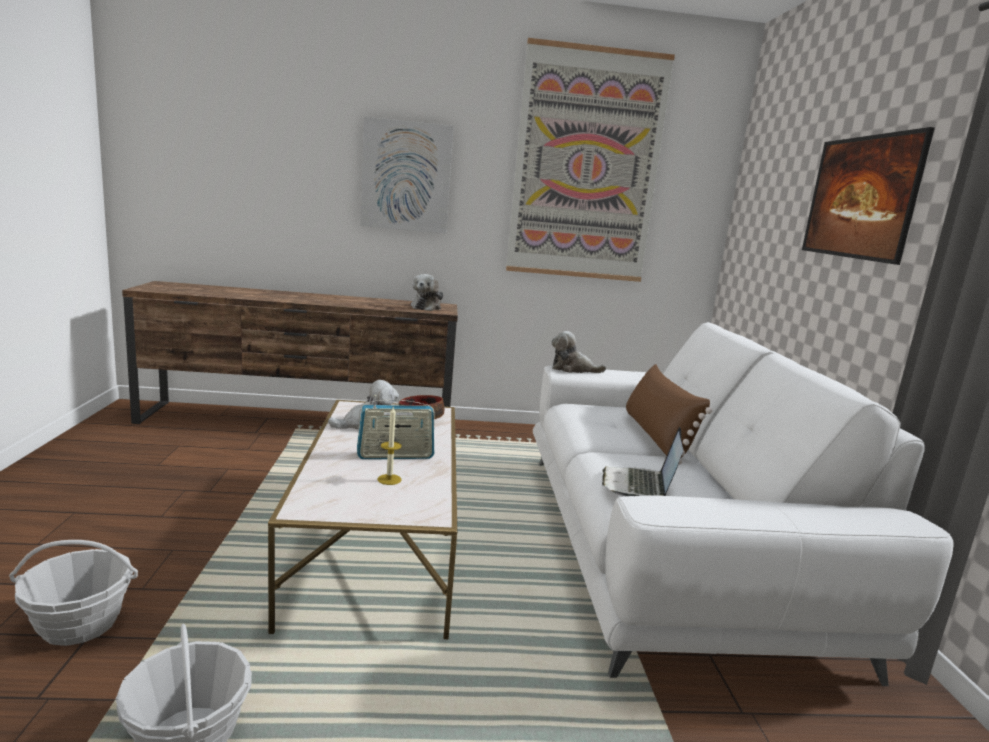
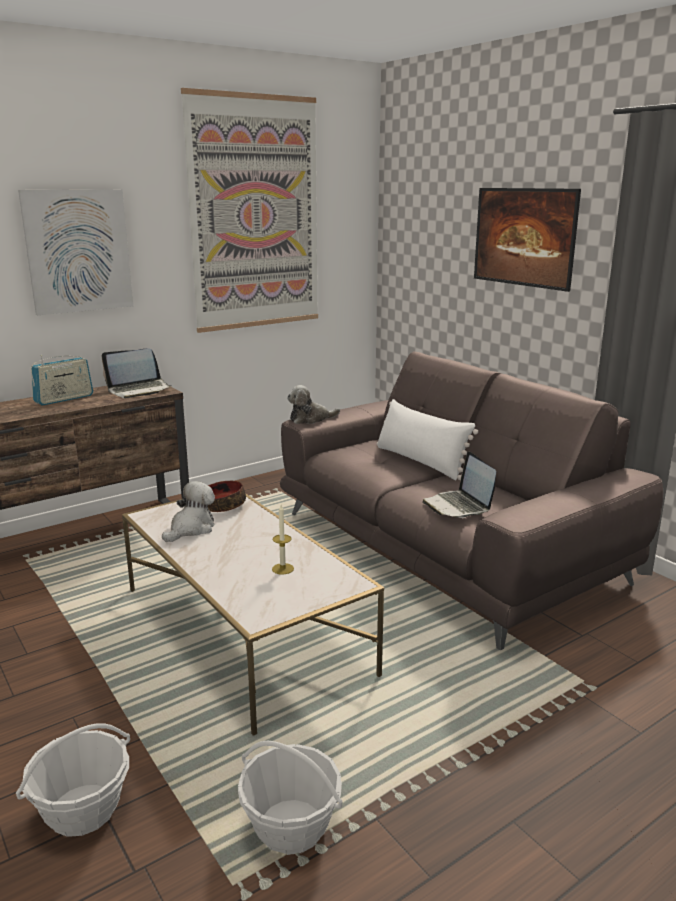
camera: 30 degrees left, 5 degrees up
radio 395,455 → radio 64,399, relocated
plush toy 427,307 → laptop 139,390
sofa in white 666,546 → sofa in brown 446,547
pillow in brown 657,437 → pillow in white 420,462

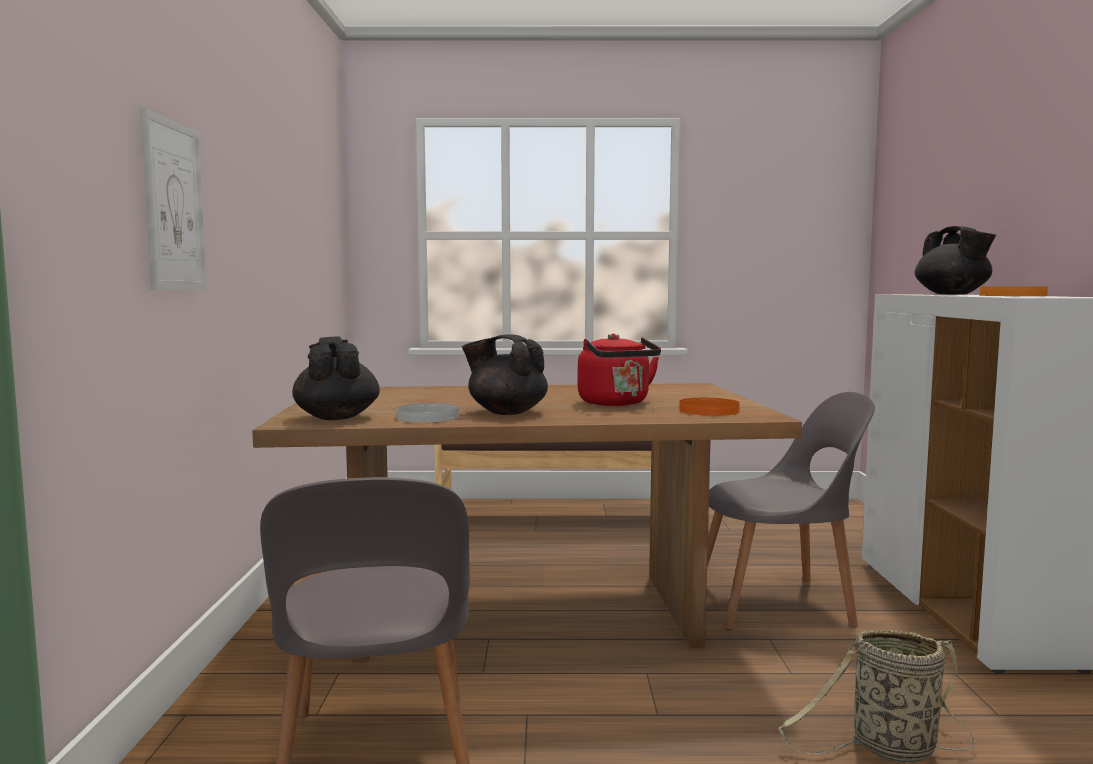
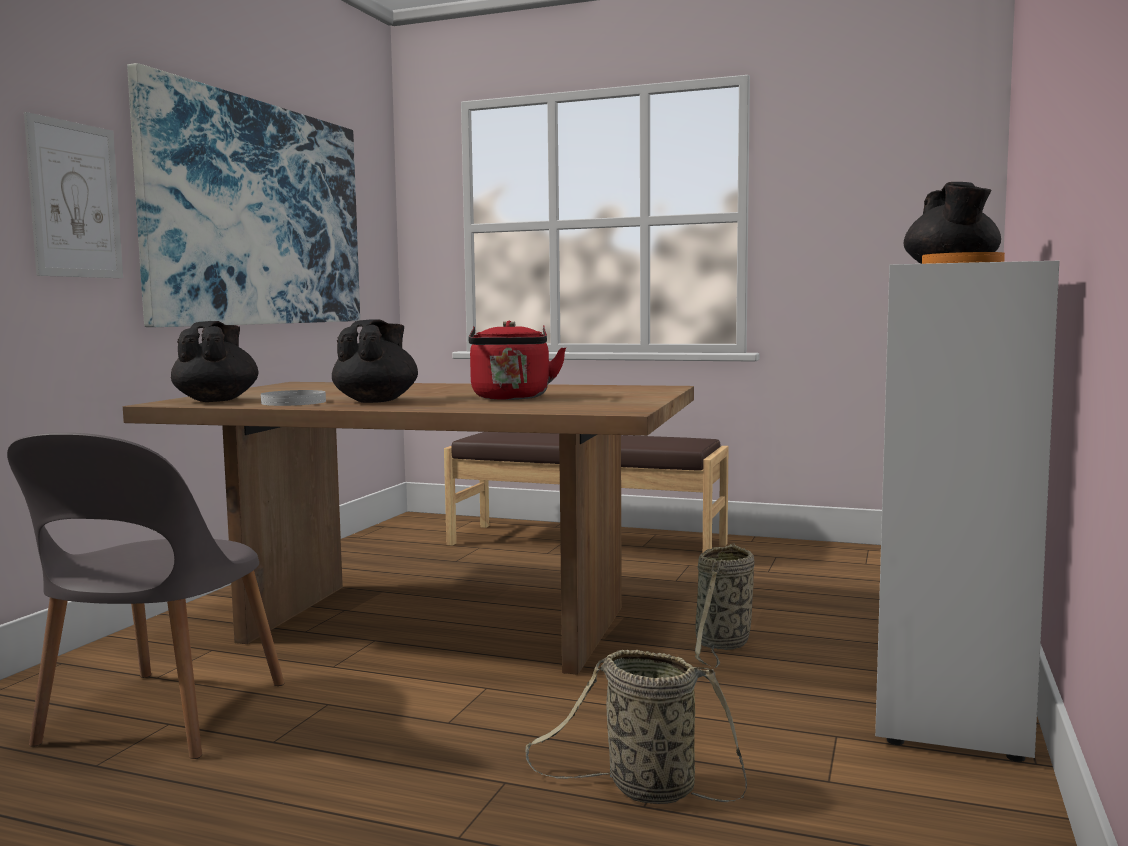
camera: 20 degrees right, 0 degrees up
plate in orange 709,410 → -
- → picture 258,214
chair in grey 779,603 → basket 721,645
teapot in black 506,412 → teapot in black 377,401, 60 degrees clockwise

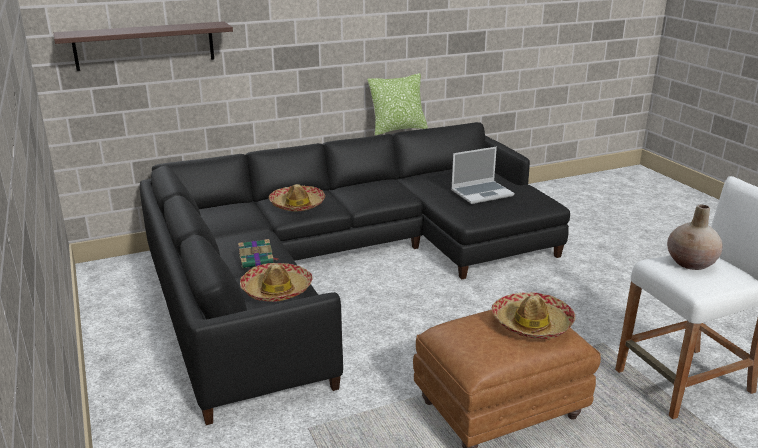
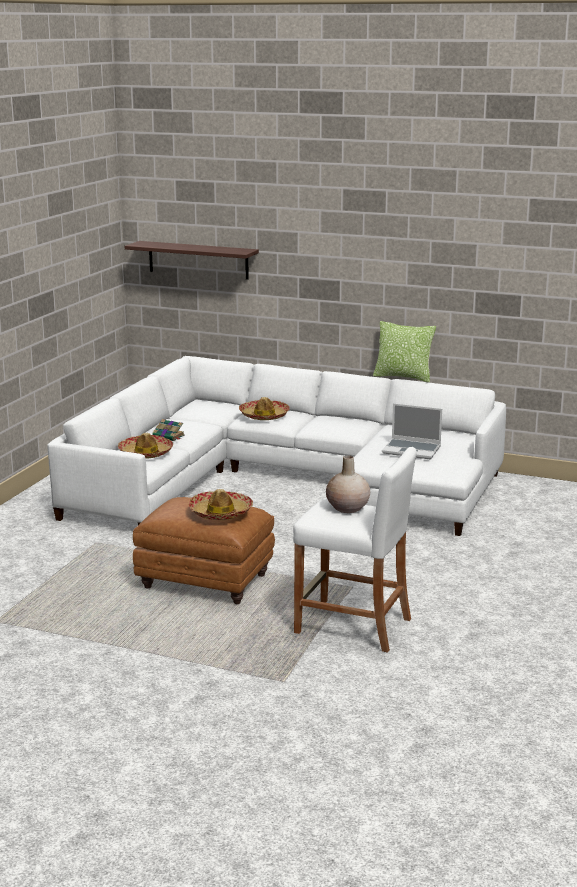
camera: 45 degrees right, 5 degrees down
sofa in black 342,266 → sofa in white 282,481

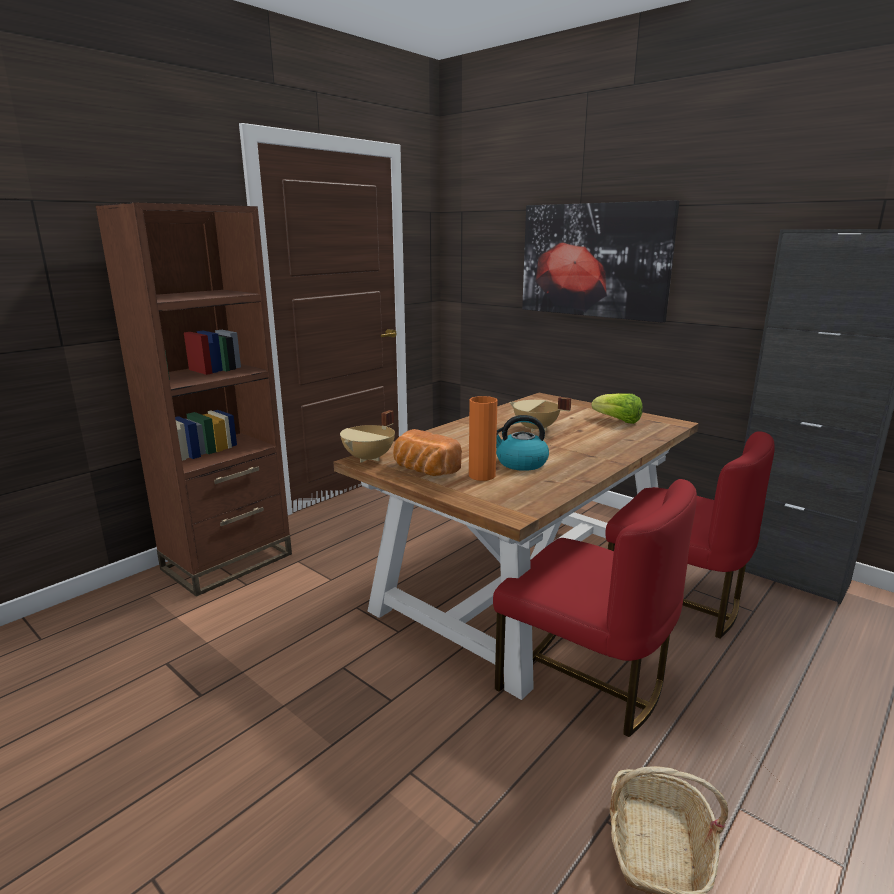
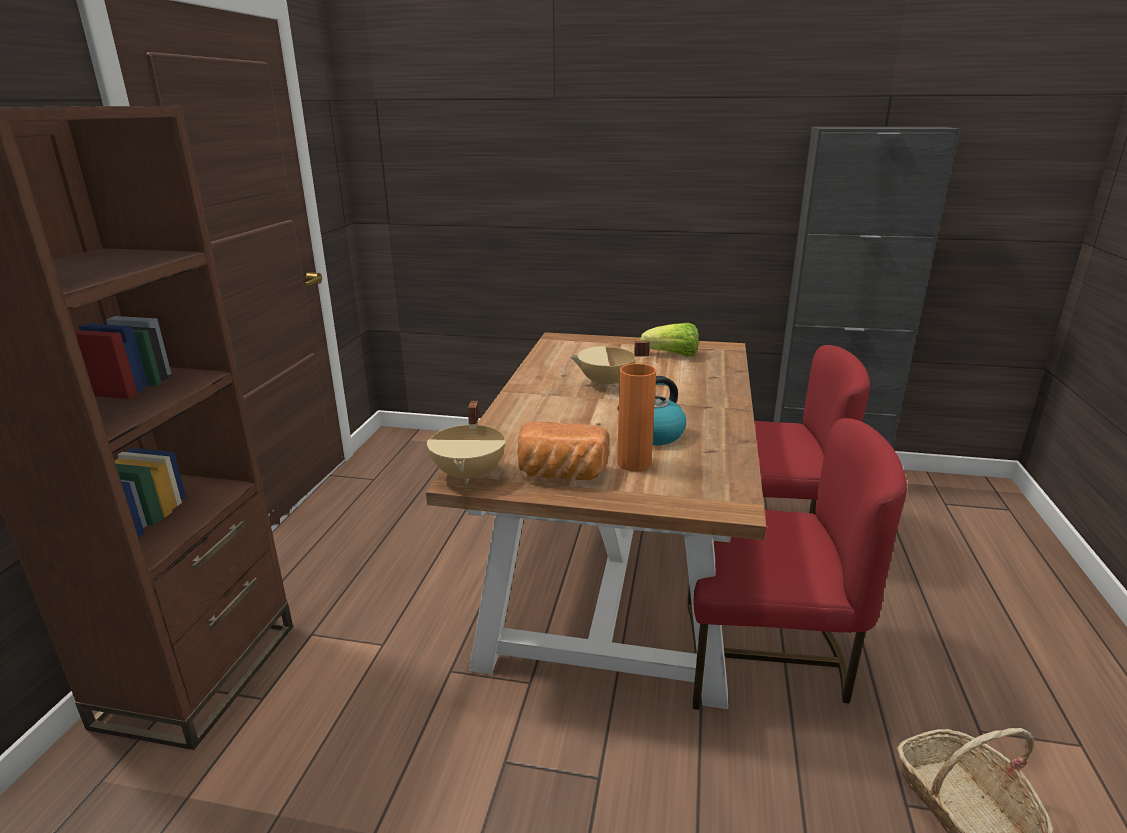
camera: 30 degrees left, 5 degrees up
picture 594,260 → -

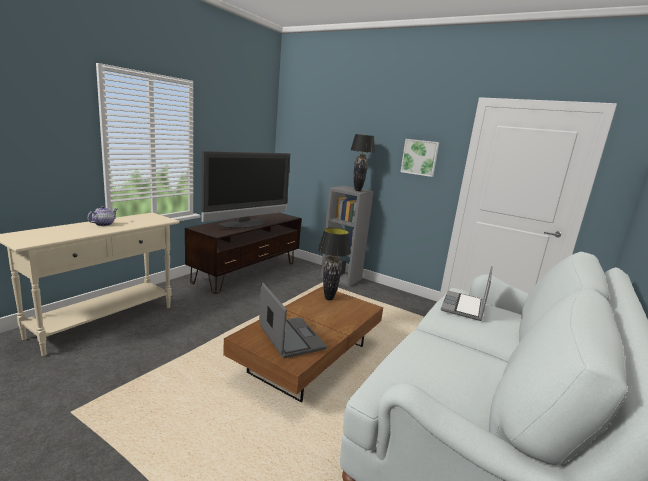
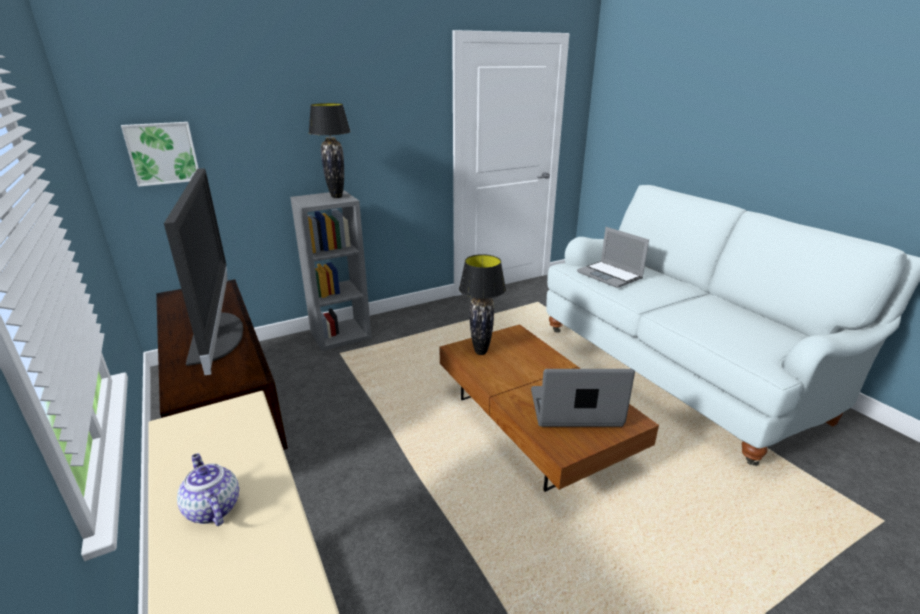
camera: 60 degrees left, 10 degrees up
picture 419,157 → picture 162,153, relocated

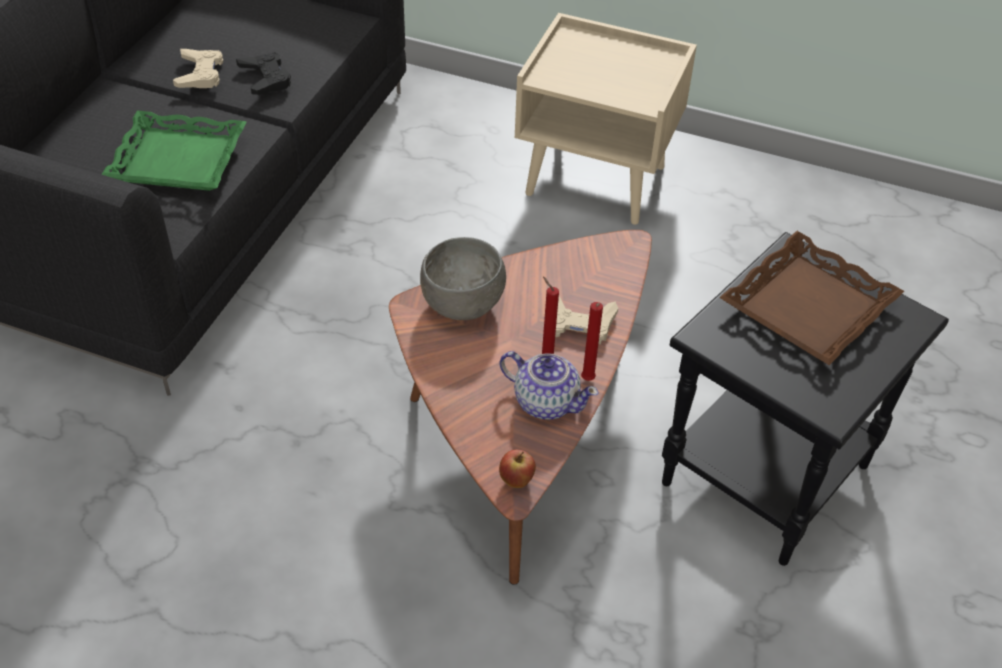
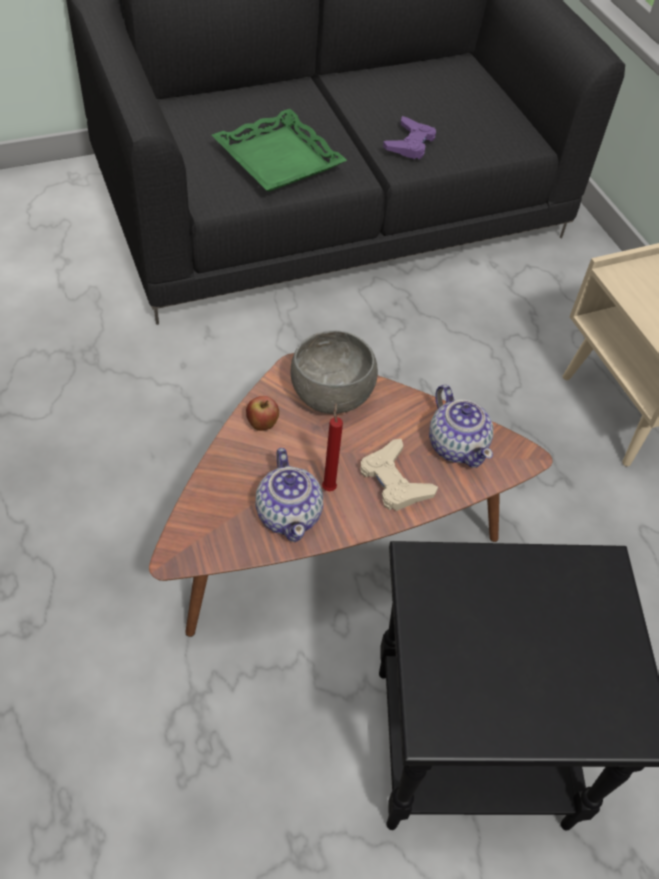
camera: 45 degrees right, 5 degrees up
game controller in beige 200,74 → -
candle in red 587,381 → -
tray in brown 807,306 → -
- → teapot 457,445
apple 516,481 → apple 262,425, relocated
game controller in black 265,78 → game controller in purple 410,143

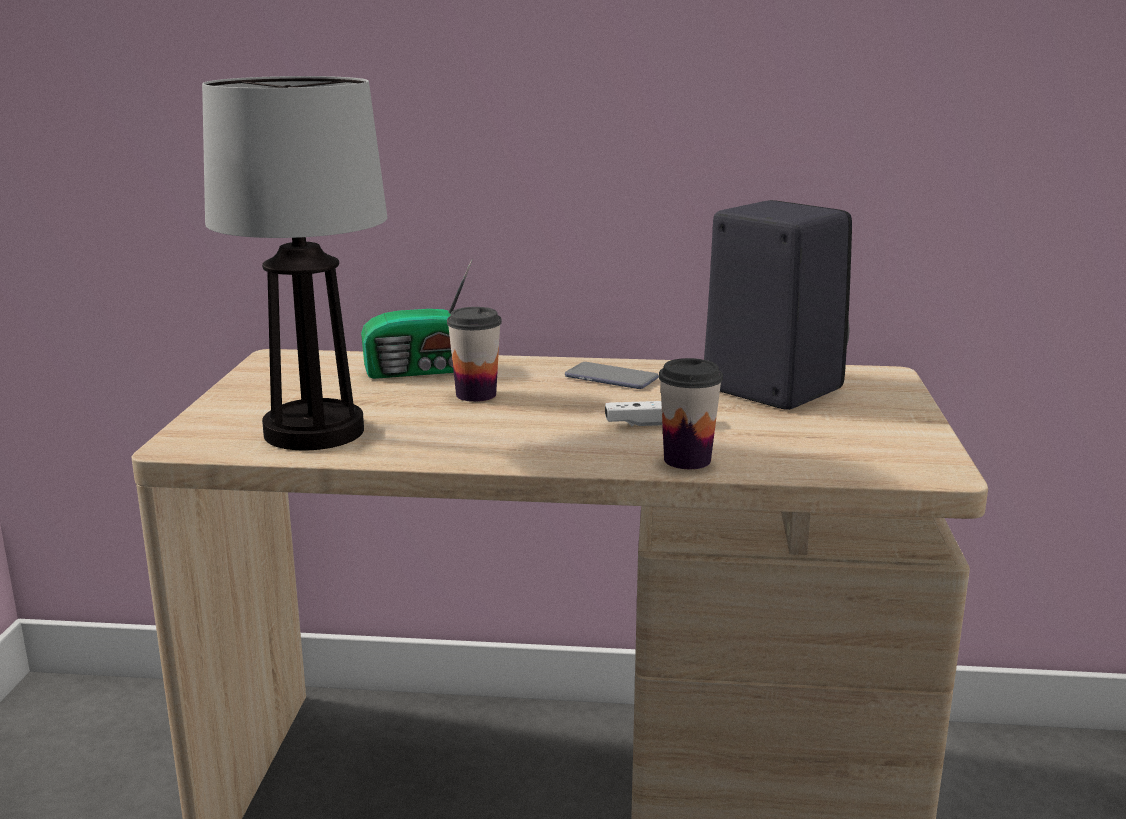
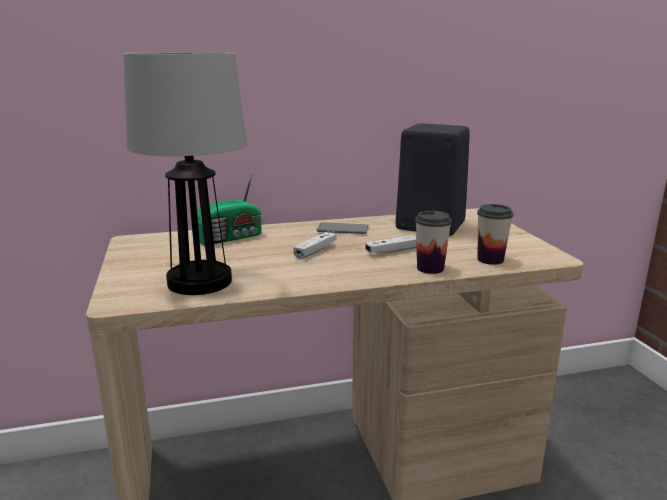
camera: 20 degrees left, 0 degrees up
- → game controller in white 315,251
cup 476,394 → cup 490,260, relocated

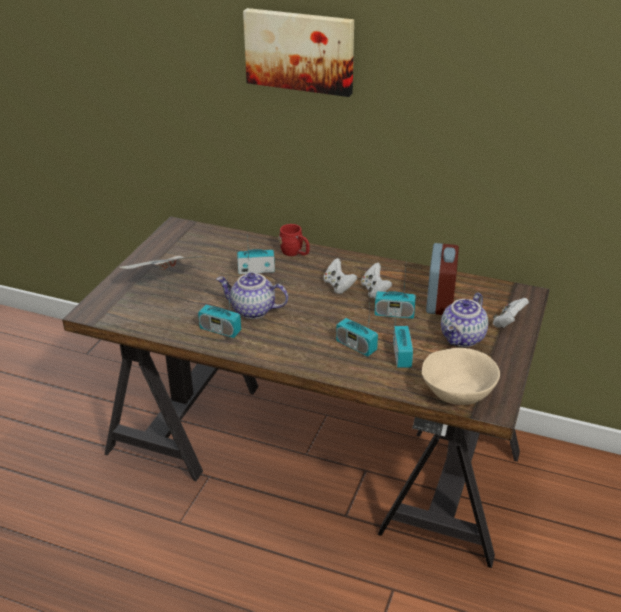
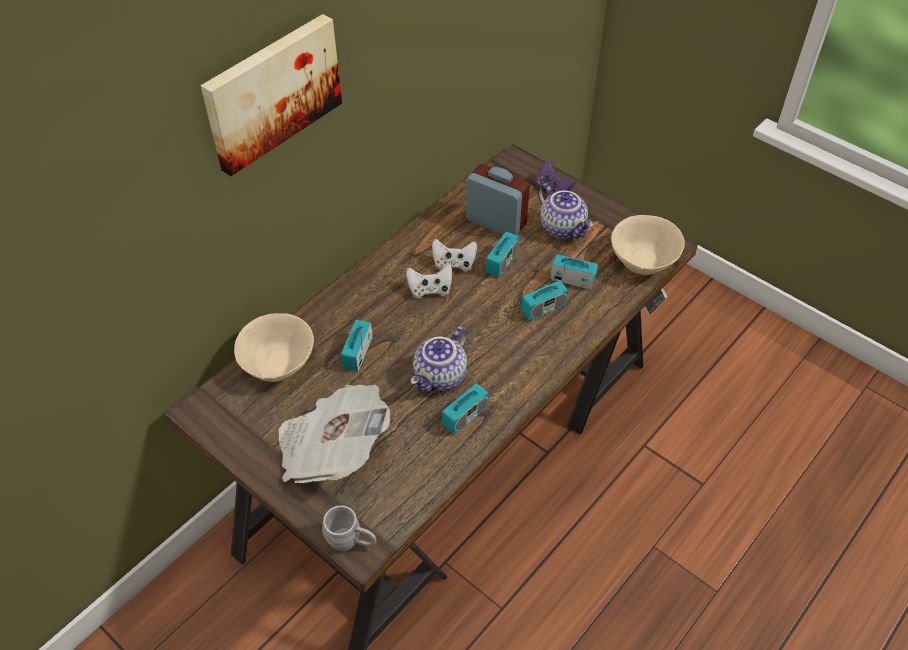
camera: 70 degrees left, 15 degrees up
mug in red 295,253 → -
- → bowl in beige 277,363
- → mug in grey 351,541
game controller in white 508,323 → game controller in purple 552,190

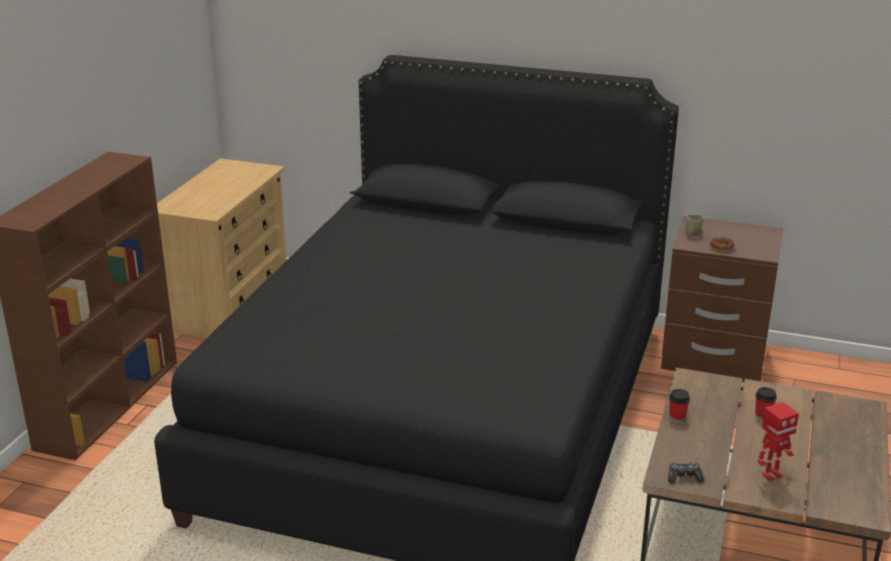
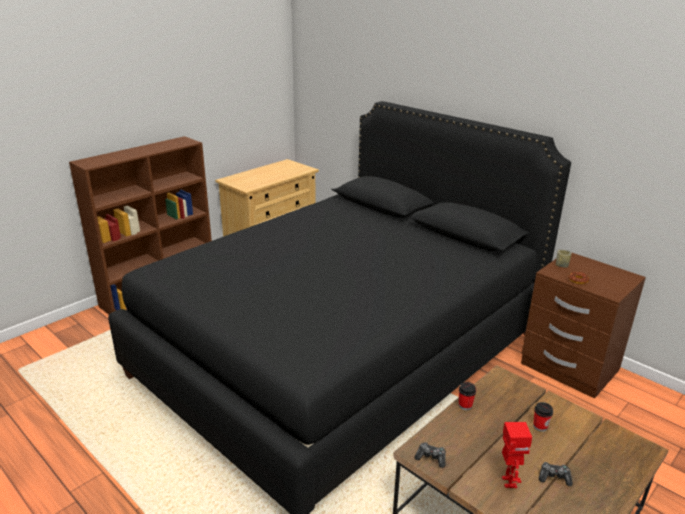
camera: 25 degrees right, 0 degrees up
- → game controller 554,477
toy robot 771,475 → toy robot 508,482, 90 degrees counterclockwise

